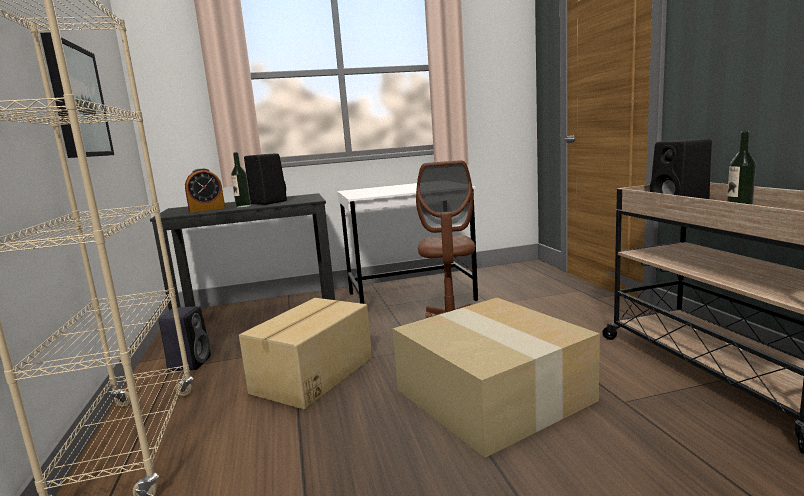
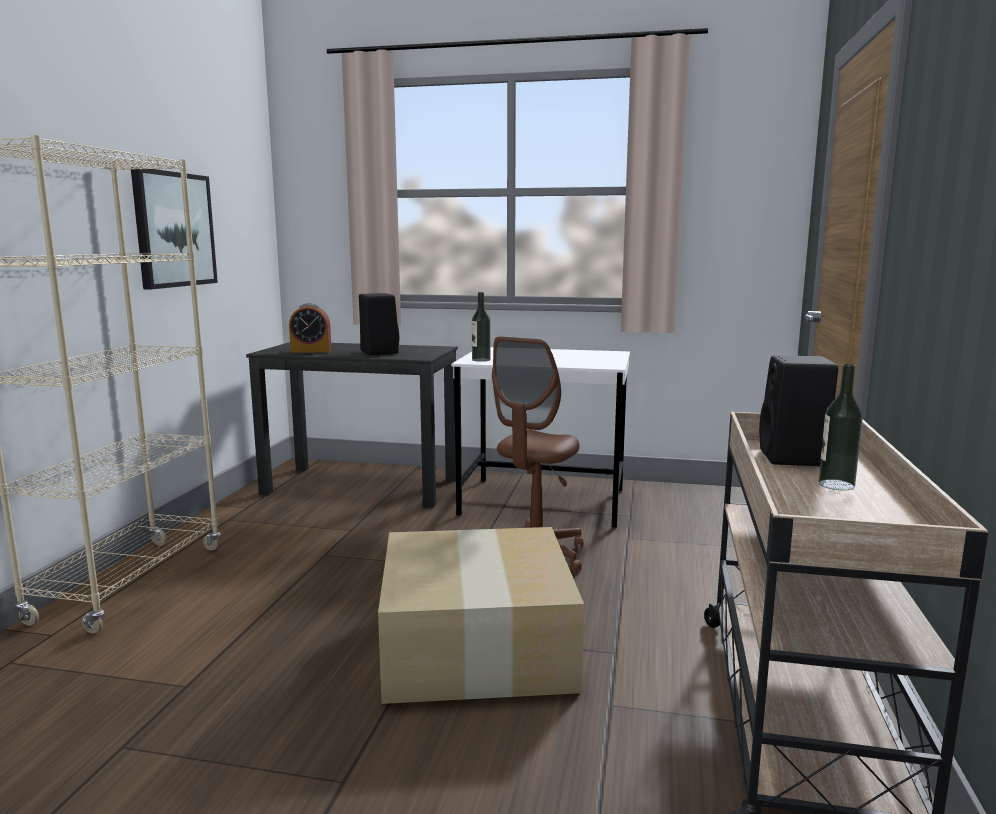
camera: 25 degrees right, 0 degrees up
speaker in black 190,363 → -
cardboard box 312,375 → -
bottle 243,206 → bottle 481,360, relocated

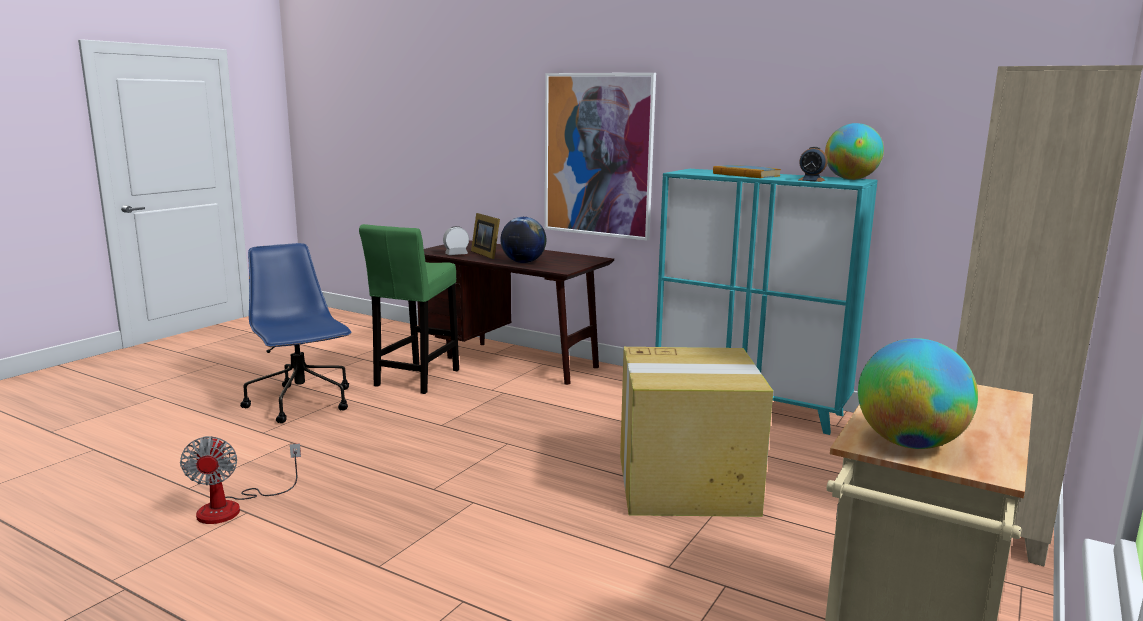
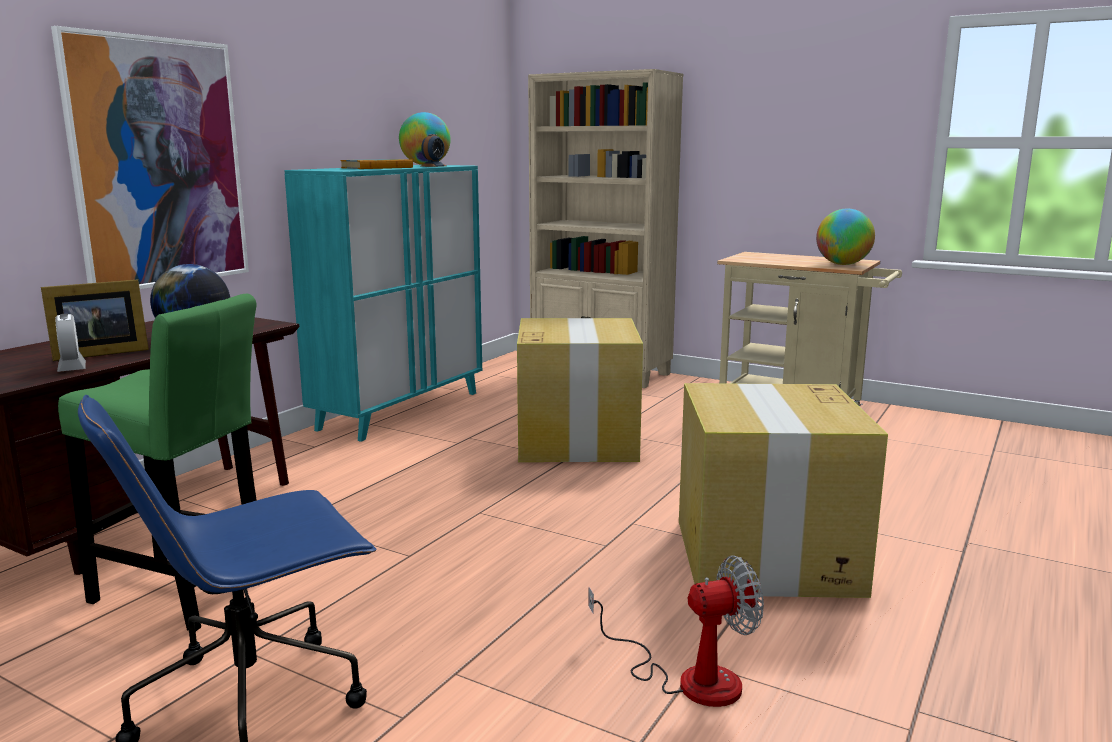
camera: 90 degrees left, 0 degrees up
- → cardboard box 766,557

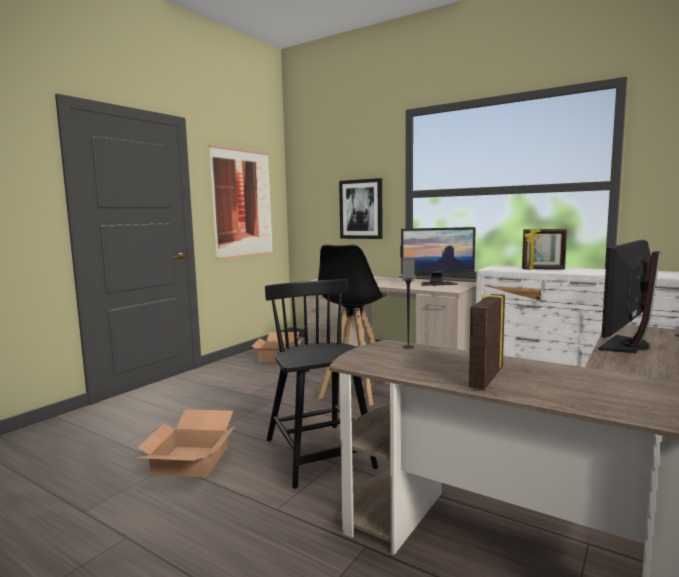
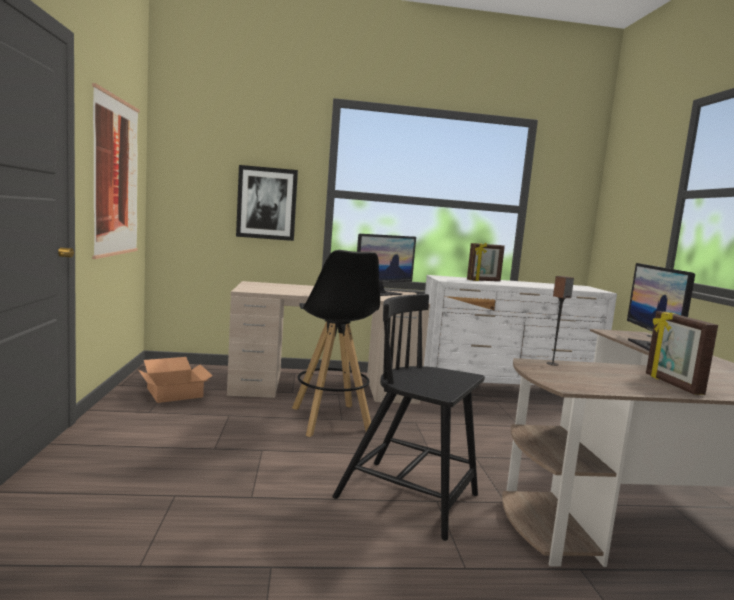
camera: 40 degrees left, 0 degrees up
cardboard box 190,460 → -

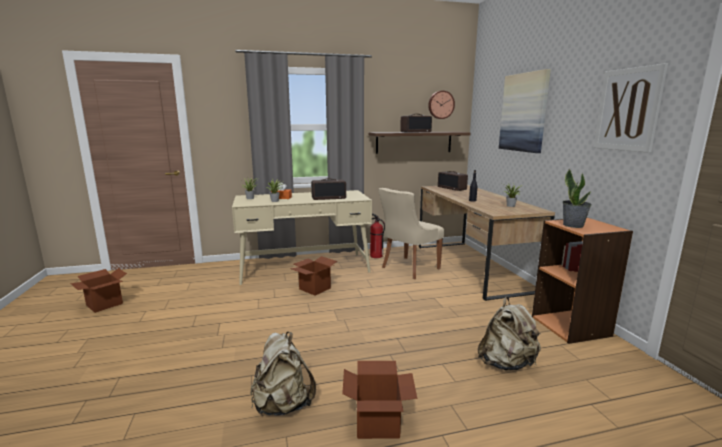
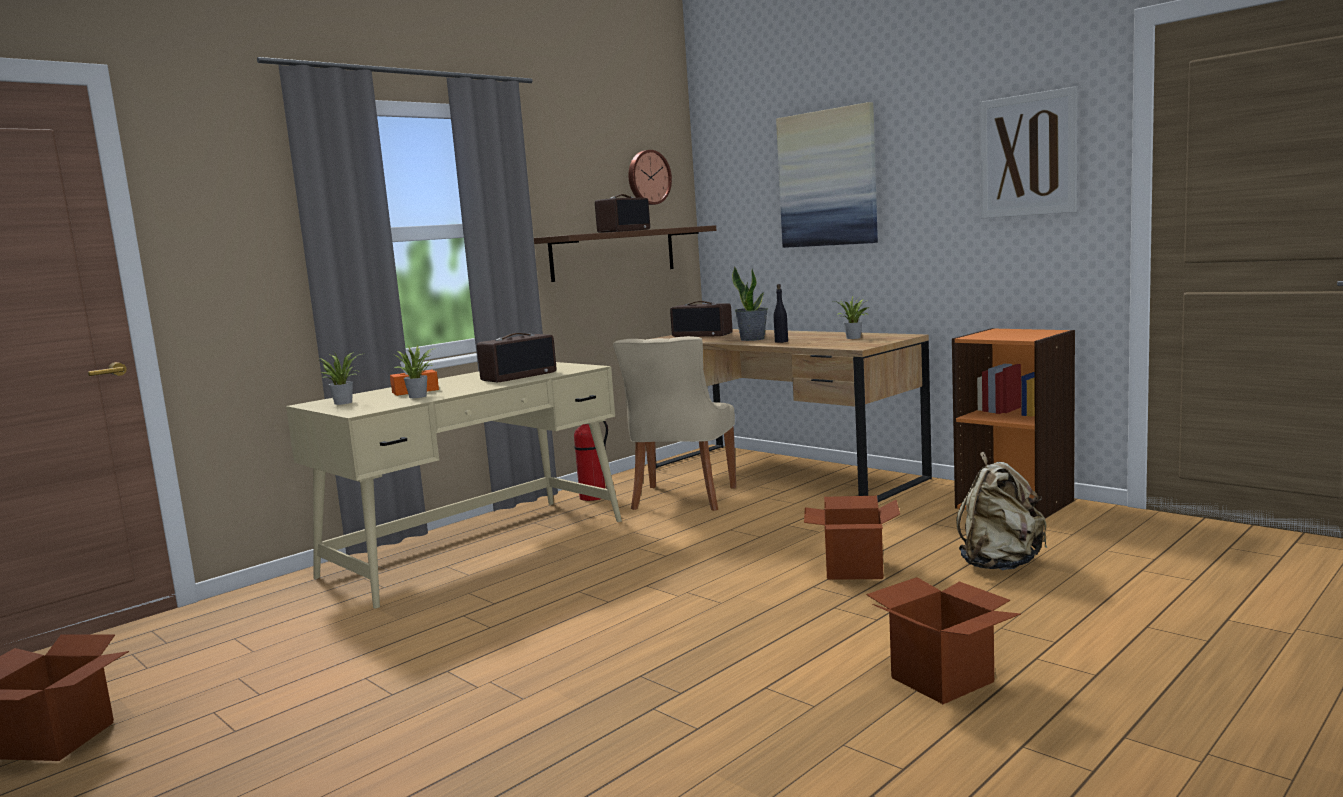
camera: 30 degrees left, 5 degrees down
backpack in beige 282,405 → -
cardboard box 315,288 → cardboard box 854,569, relocated
potted plant 573,225 → potted plant 752,339, relocated

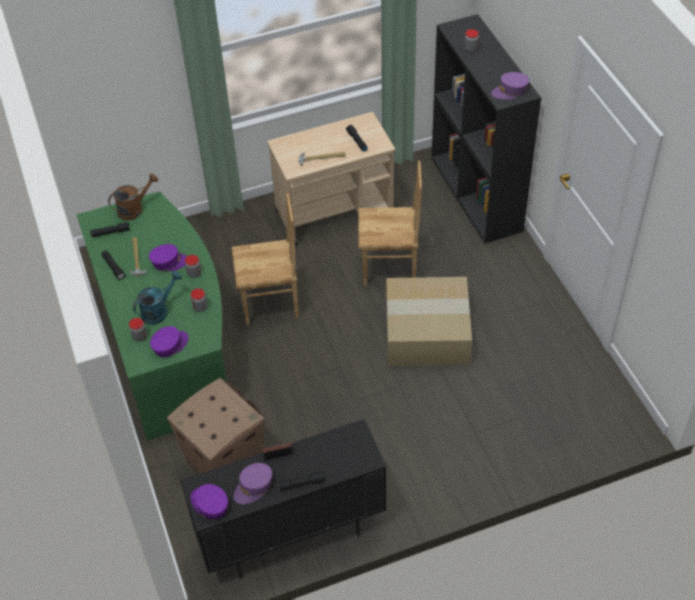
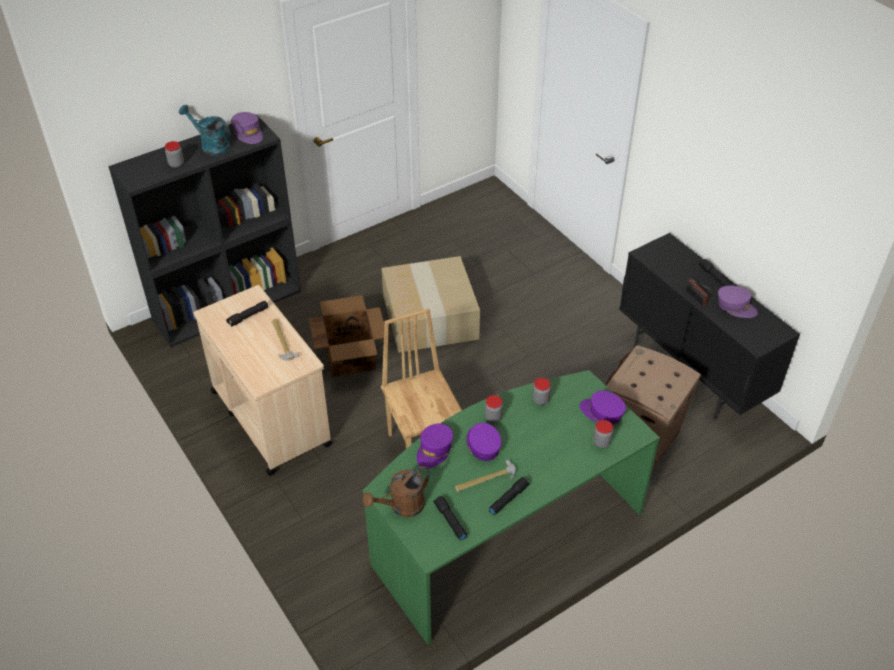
camera: 105 degrees left, 5 degrees down
watering can in turquoise 158,310 → watering can in turquoise 211,146, relocated
cap in purple 209,504 → cap in purple 434,450, relocated
chair in brown 389,269 → cardboard box 351,357
watering can in brown 134,209 → watering can in brown 402,507, 75 degrees counterclockwise

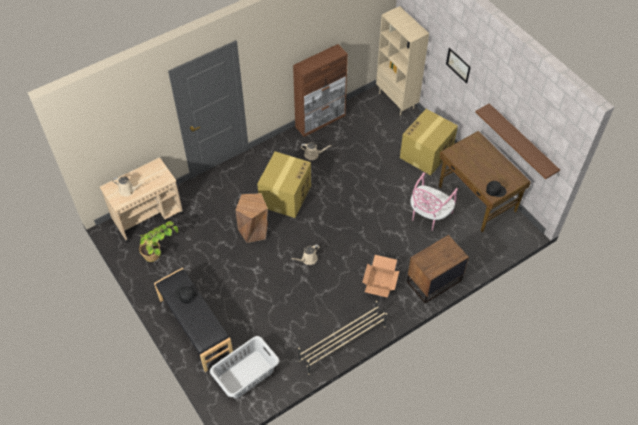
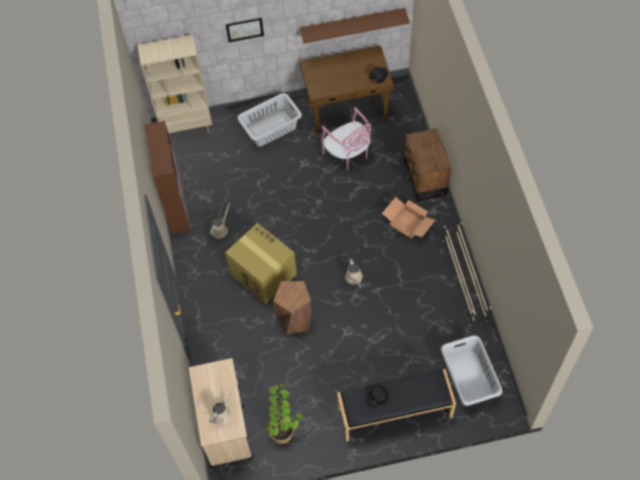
camera: 65 degrees left, 5 degrees up
cardboard box 426,154 → laundry basket in grey 271,128

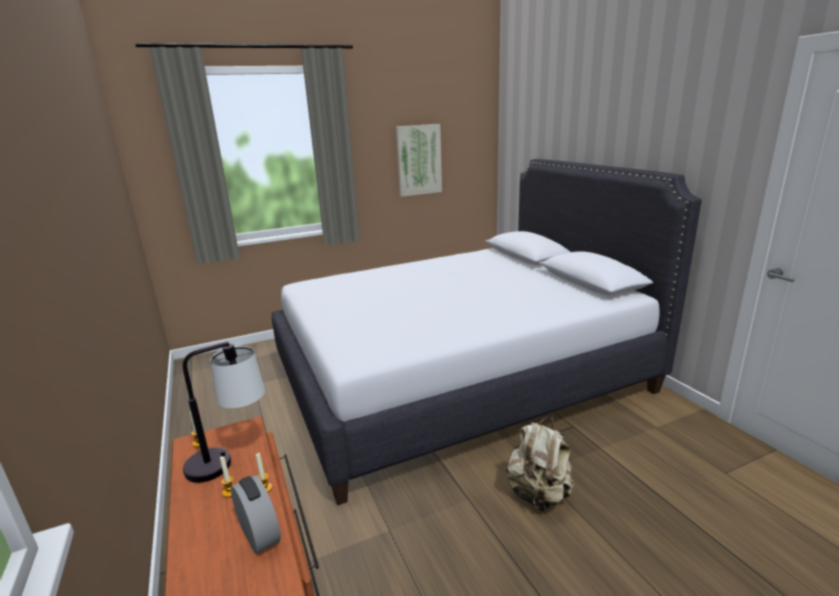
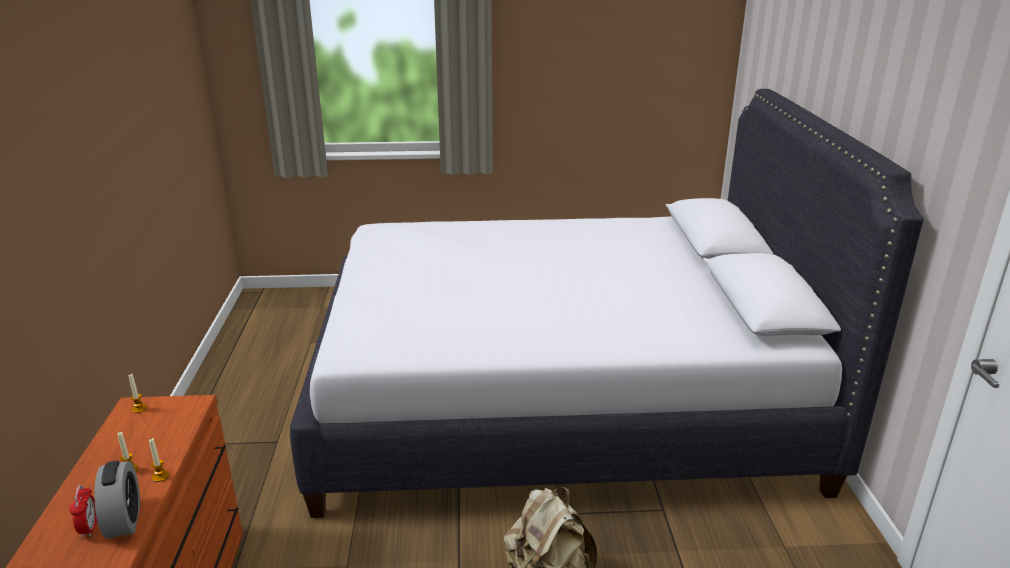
camera: 20 degrees right, 5 degrees up
table lamp 231,460 → -
picture 418,160 → -
- → alarm clock 89,528

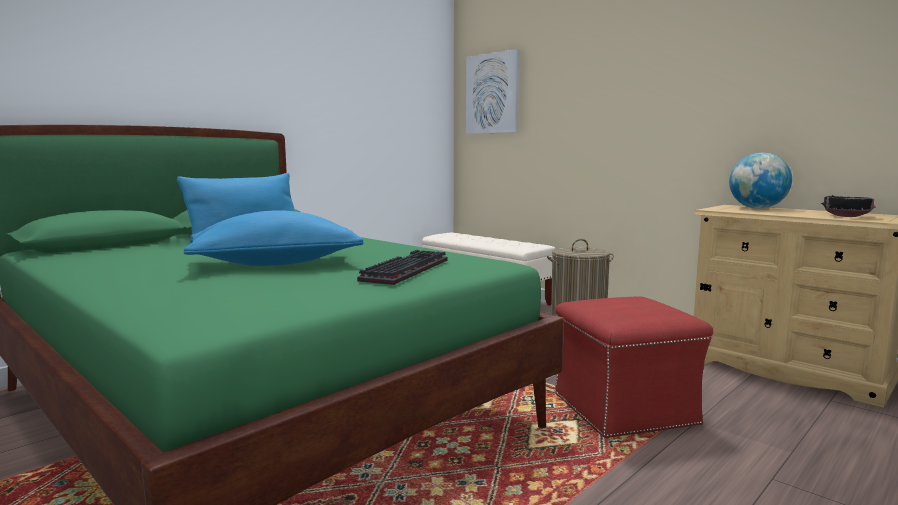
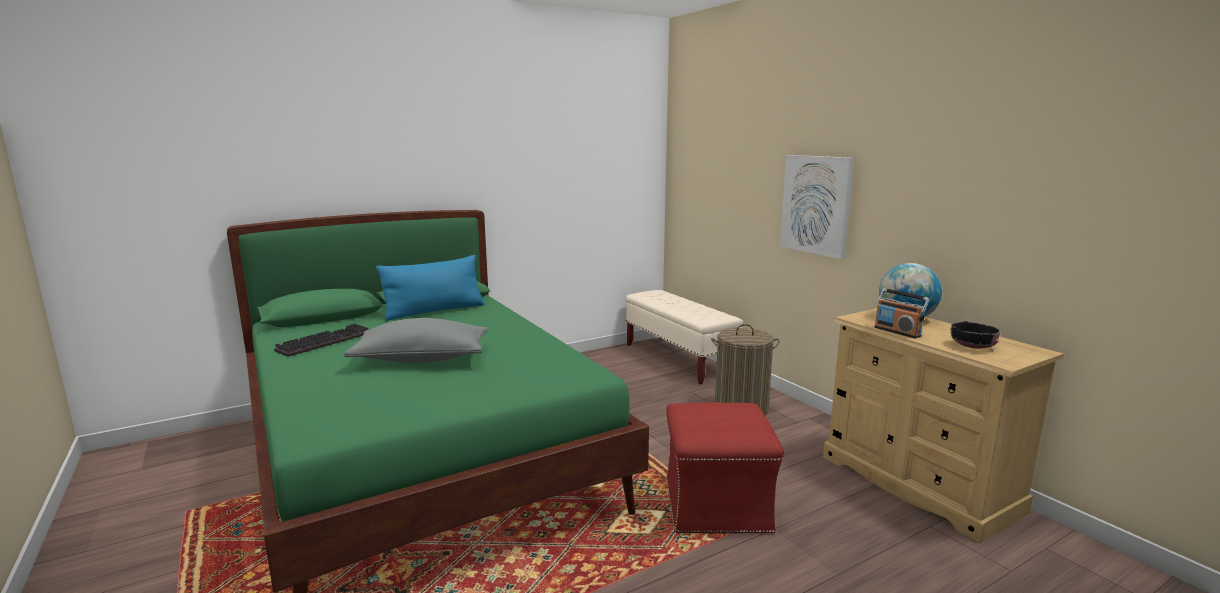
camera: 15 degrees right, 5 degrees up
- → radio 897,331
keyboard 405,270 → keyboard 325,341, relocated
picture 492,93 → picture 816,205, relocated
pillow in blue 276,263 → pillow in grey 422,359

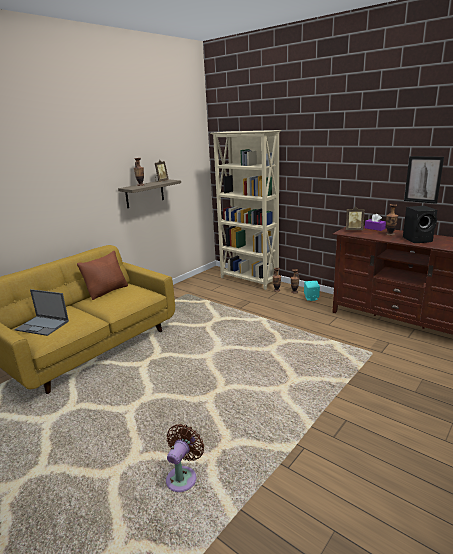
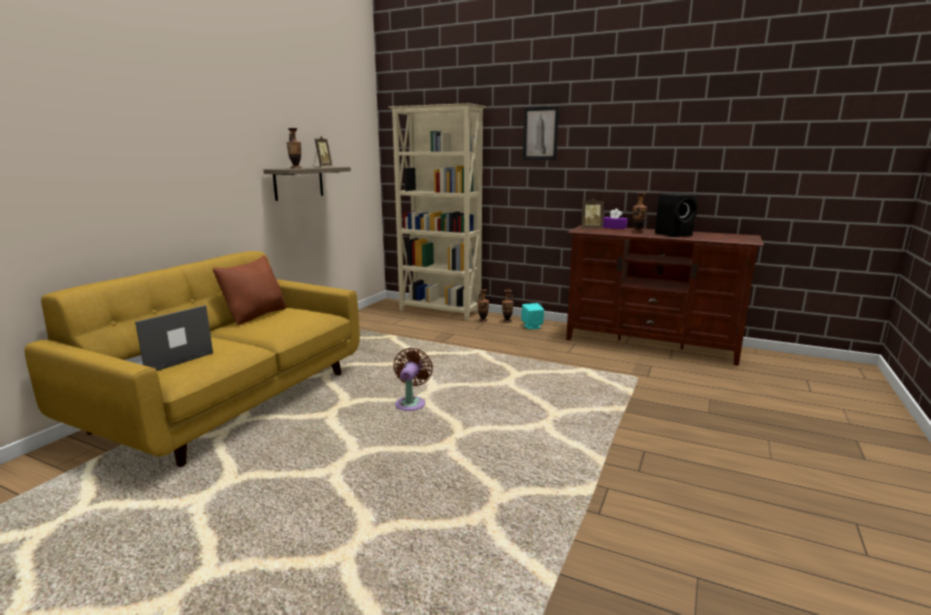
camera: 15 degrees left, 5 degrees down
fan in brown 183,476 → fan in brown 411,403, relocated
picture 423,179 → picture 540,133, relocated
laptop 43,325 → laptop 167,358, 120 degrees clockwise

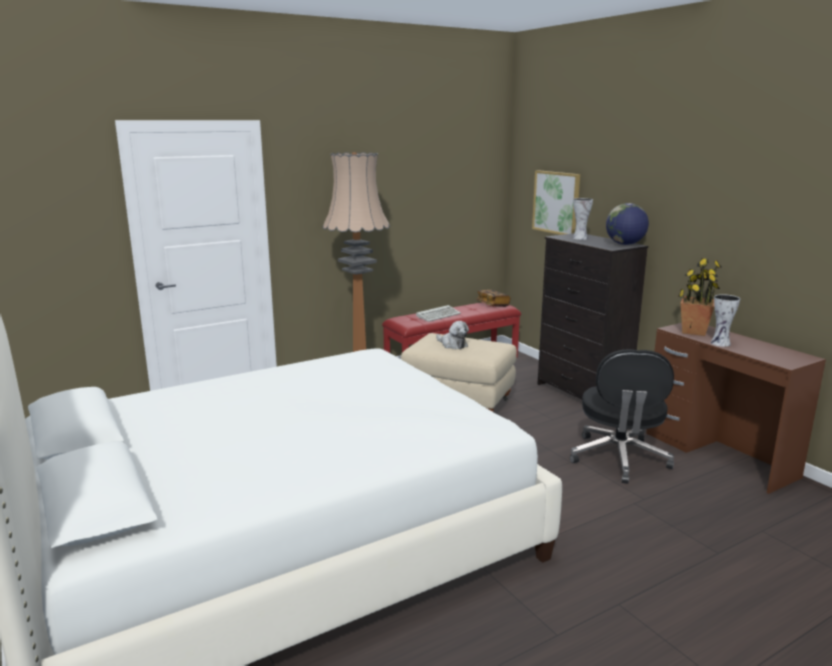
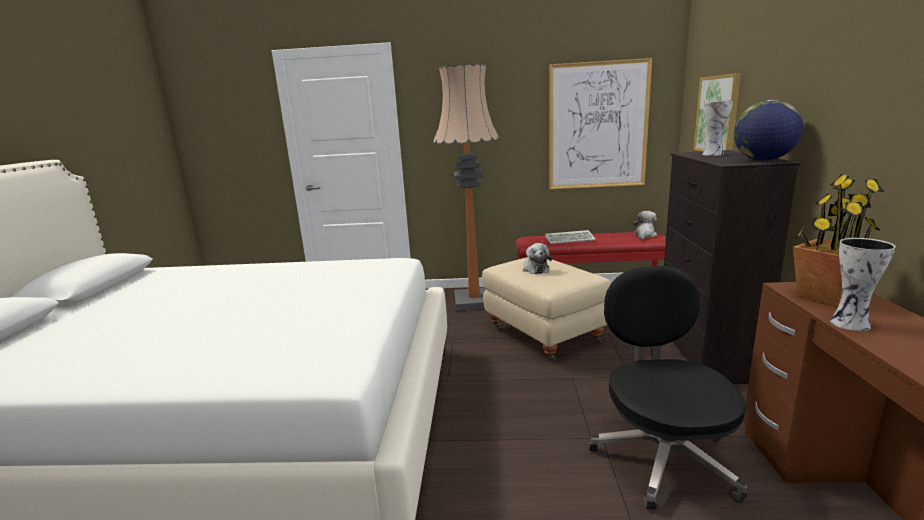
camera: 35 degrees right, 0 degrees up
- → picture 598,126
book 492,305 → plush toy 644,235
office chair in black 619,459 → office chair in black 662,456, 135 degrees clockwise

